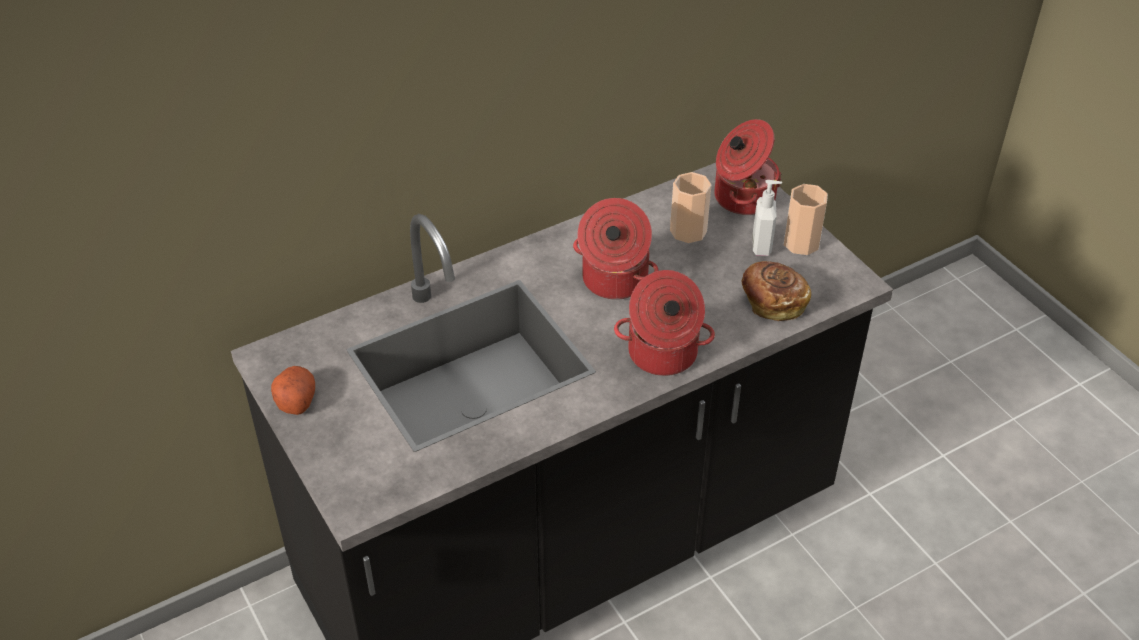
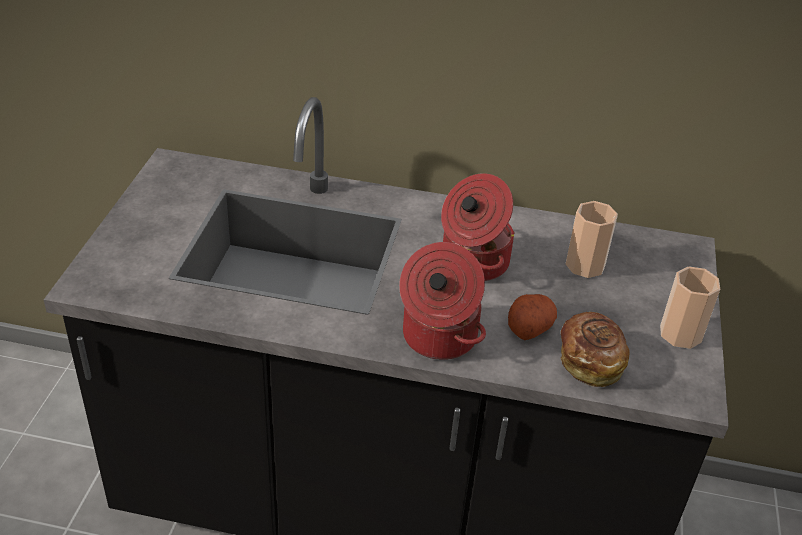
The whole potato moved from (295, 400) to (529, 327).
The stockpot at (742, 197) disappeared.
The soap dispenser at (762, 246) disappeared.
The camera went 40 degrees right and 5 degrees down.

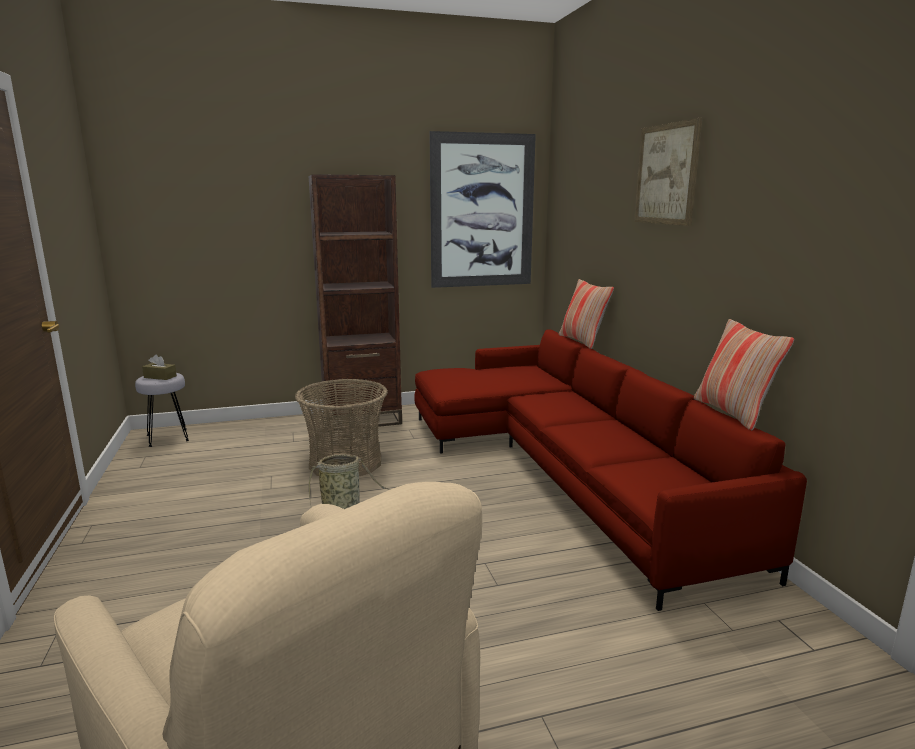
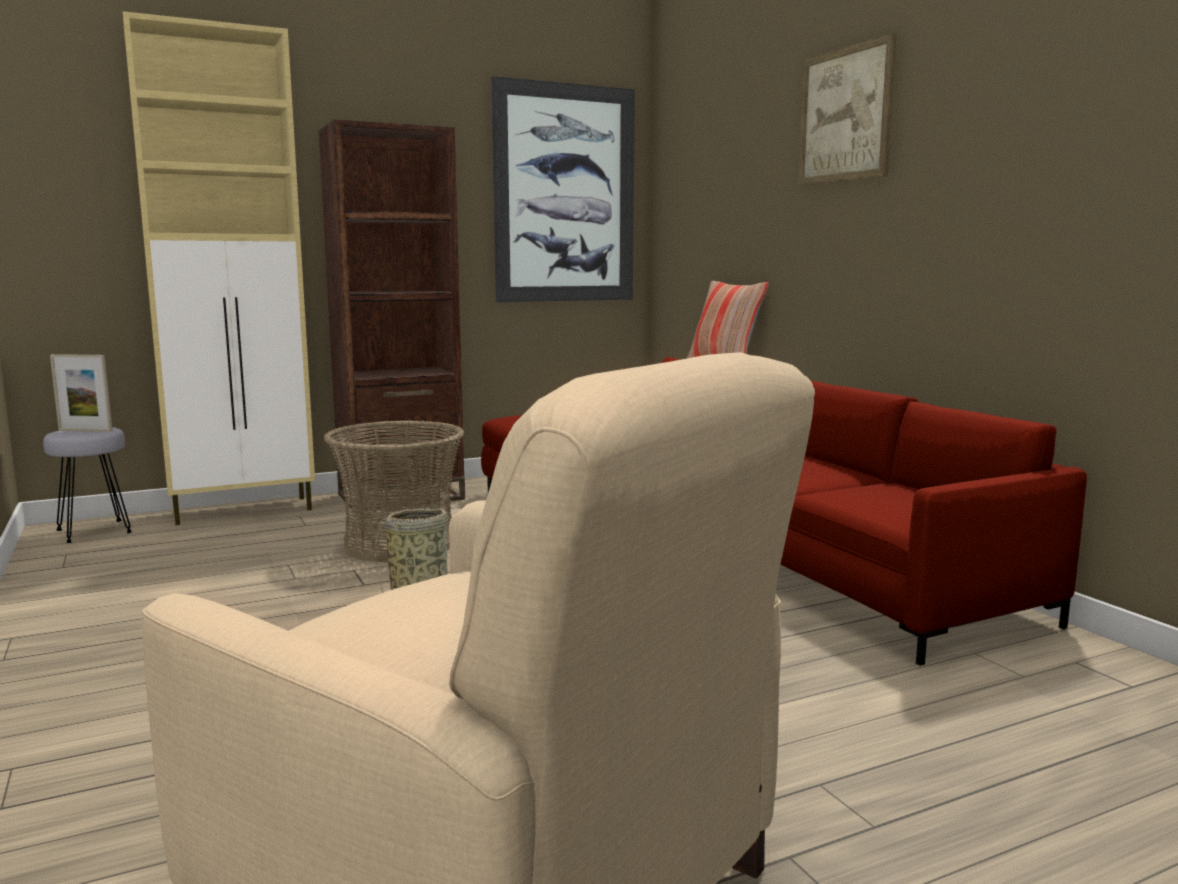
The brownish tissue holder at (160, 377) was replaced by the picture frame at (85, 431).
The beige-coloured cabinet at (245, 510) appeared.
The pillow at (733, 413) disappeared.
The camera went 10 degrees left and 5 degrees down.

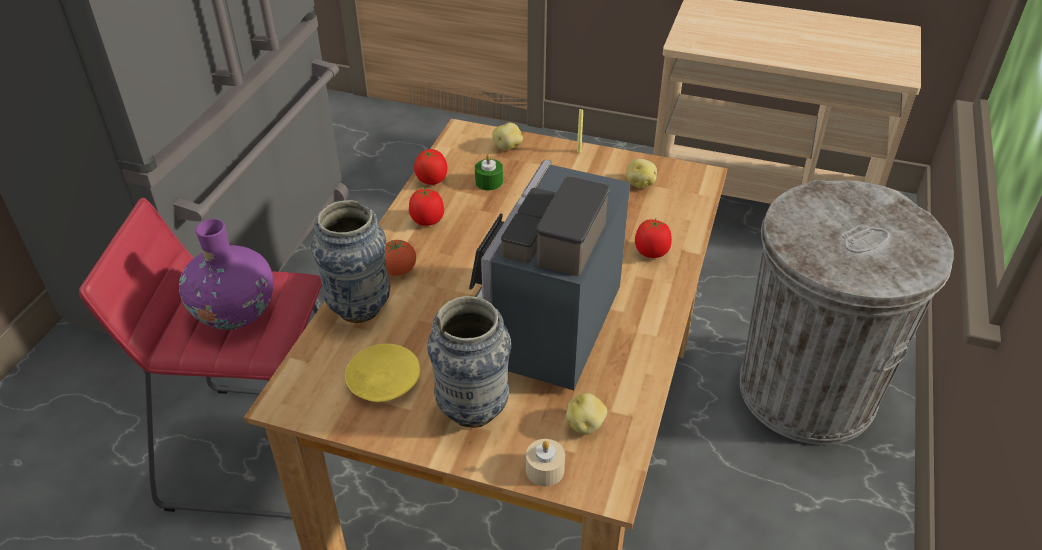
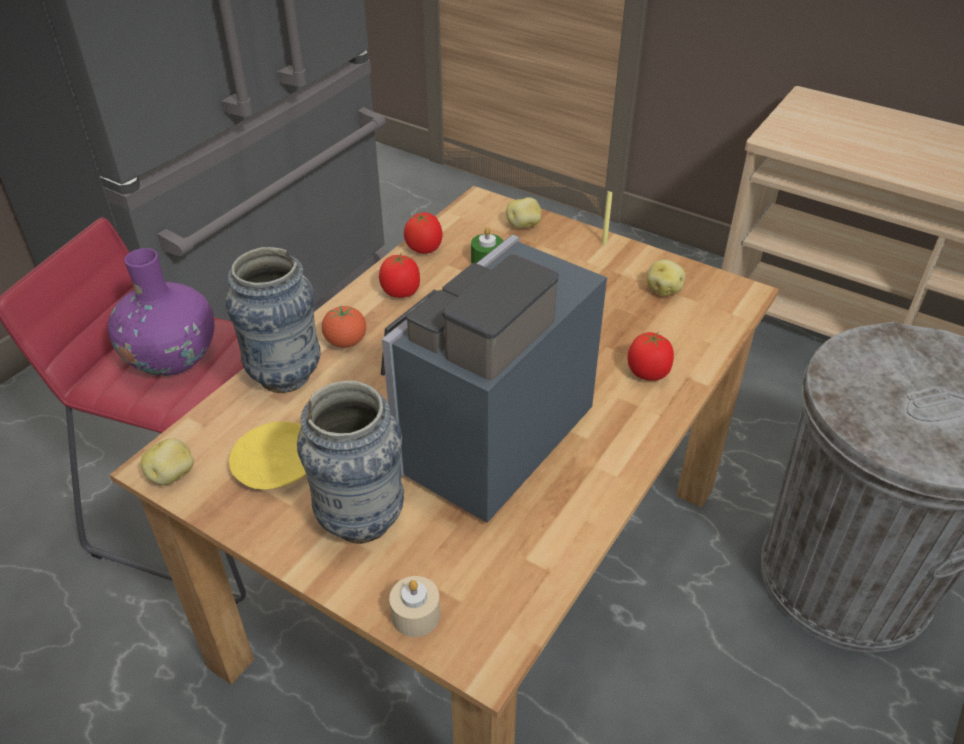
The whole potato moved from (585, 424) to (173, 475).
The camera went 15 degrees right and 0 degrees up.

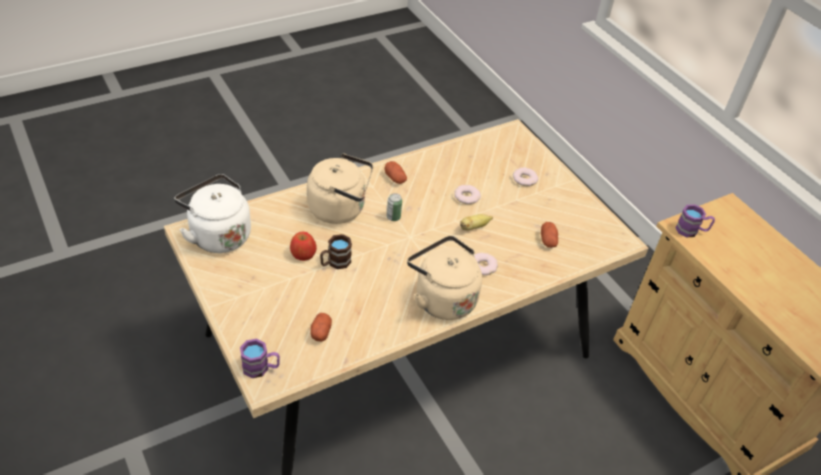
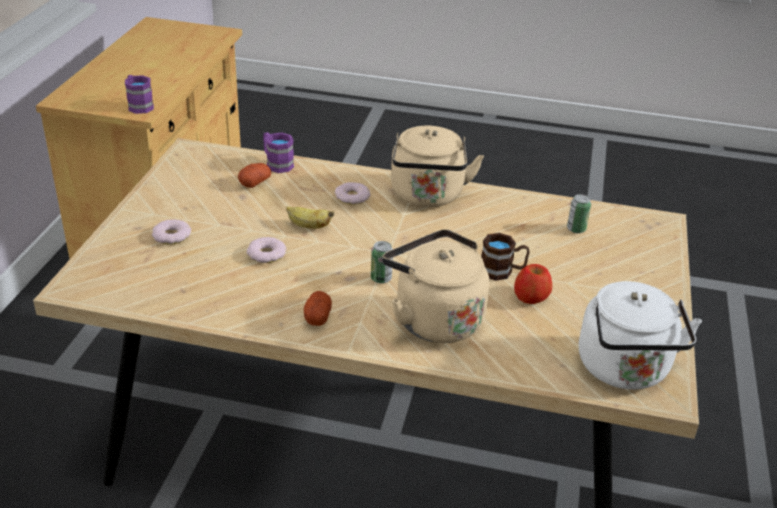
The purple coffee mug moved from (261, 368) to (276, 163).
The whole potato at (320, 332) was replaced by the metal can at (576, 229).
The camera went 135 degrees left and 10 degrees down.

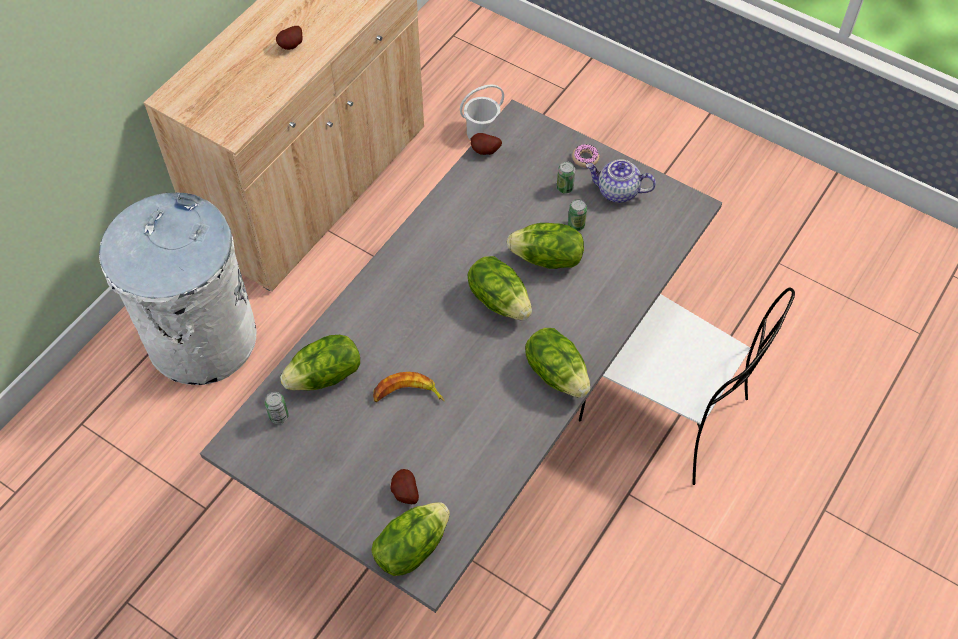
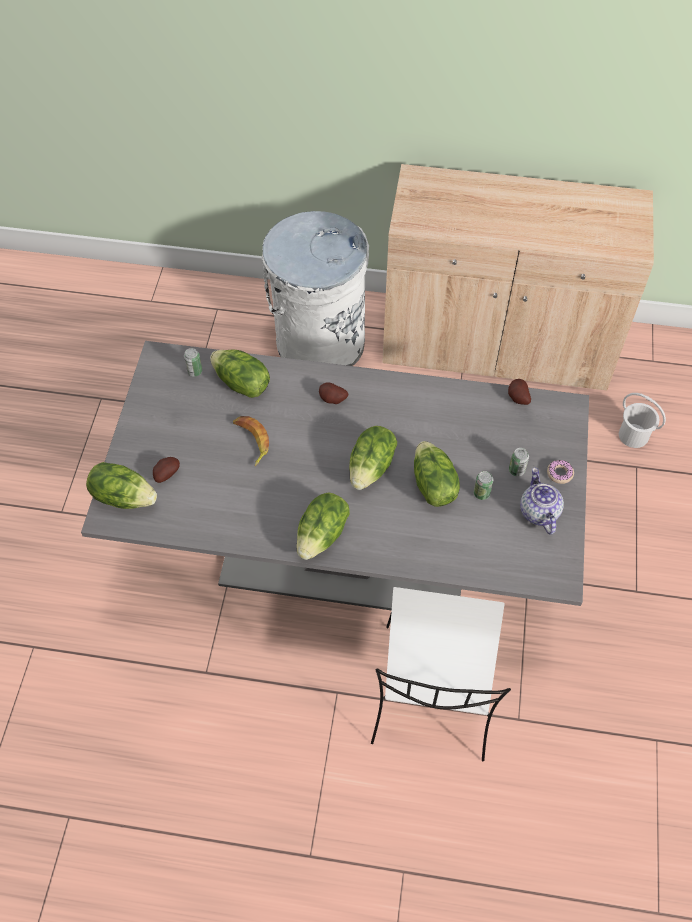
The whole potato moved from (292, 46) to (332, 400).
The camera went 65 degrees right and 0 degrees up.

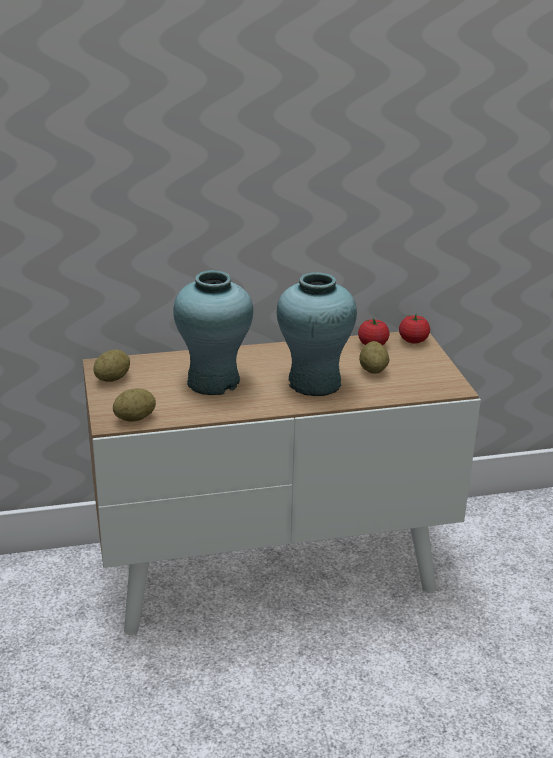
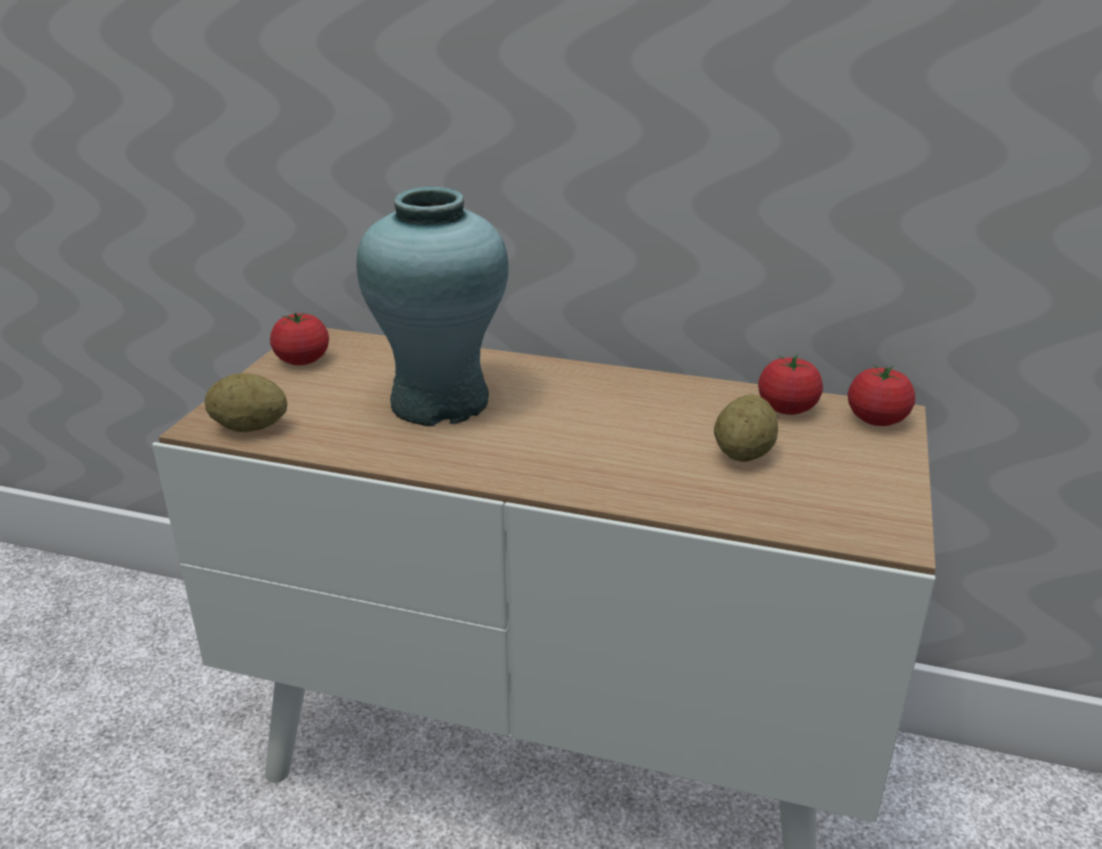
The whole potato at (112, 378) was replaced by the tomato at (302, 360).
The turquoise-coloured decorative vase at (314, 383) disappeared.
The camera went 30 degrees right and 0 degrees up.

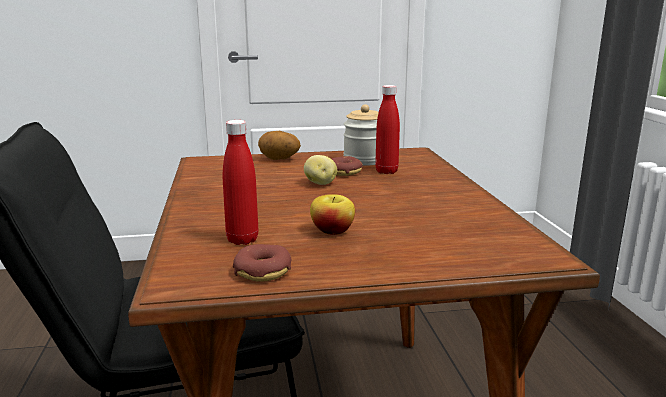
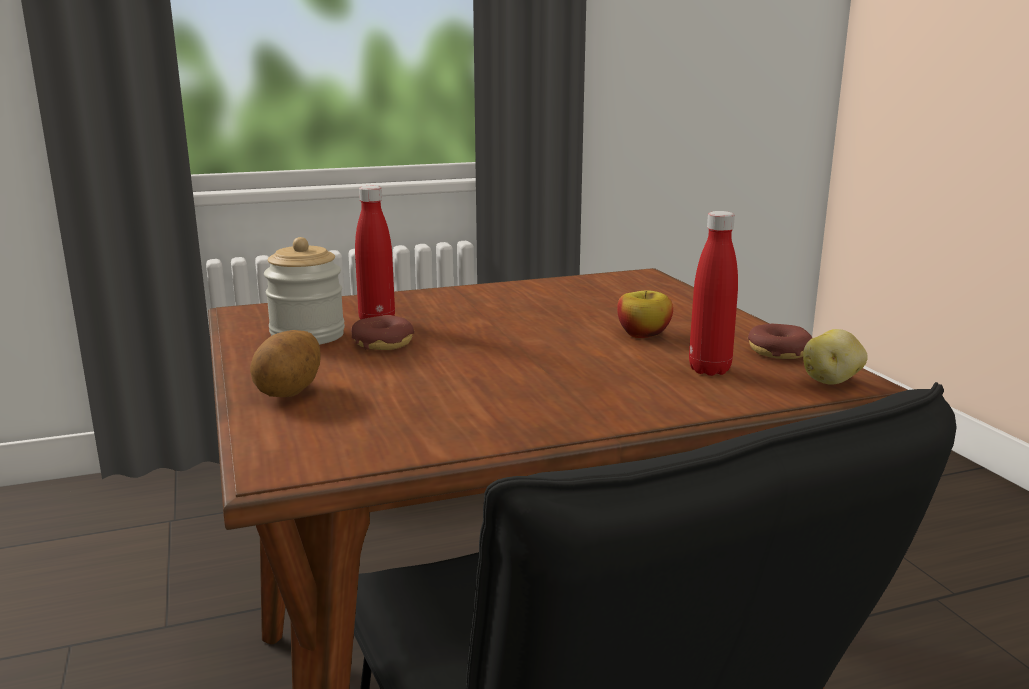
The whole potato moved from (320, 183) to (831, 381).
The camera went 100 degrees left and 0 degrees up.

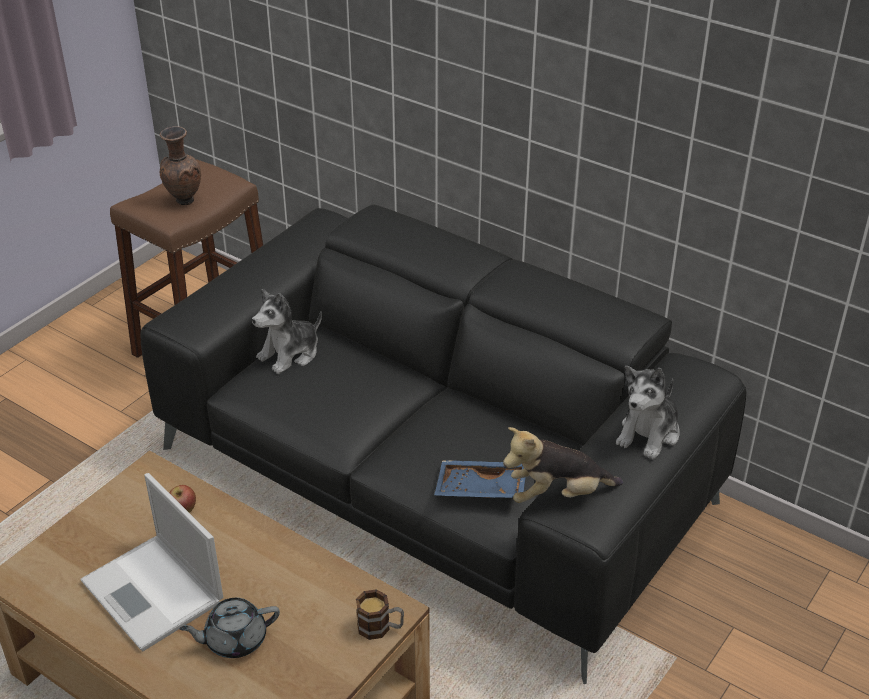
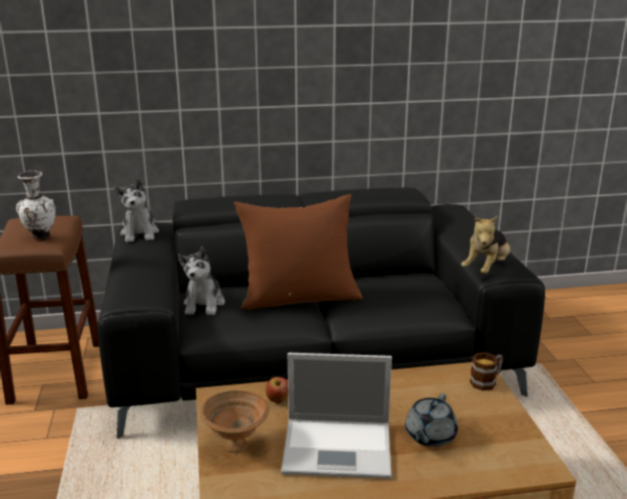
The brownish decorative vase at (183, 200) became the white-coloured decorative vase at (40, 237).
The plush toy moved from (649, 433) to (140, 233).
The brownish deep dish at (235, 444) appeared.
The brownish pillow at (299, 297) appeared.
The blue-coloured serving tray at (480, 489) disappeared.
The camera went 45 degrees left and 15 degrees down.

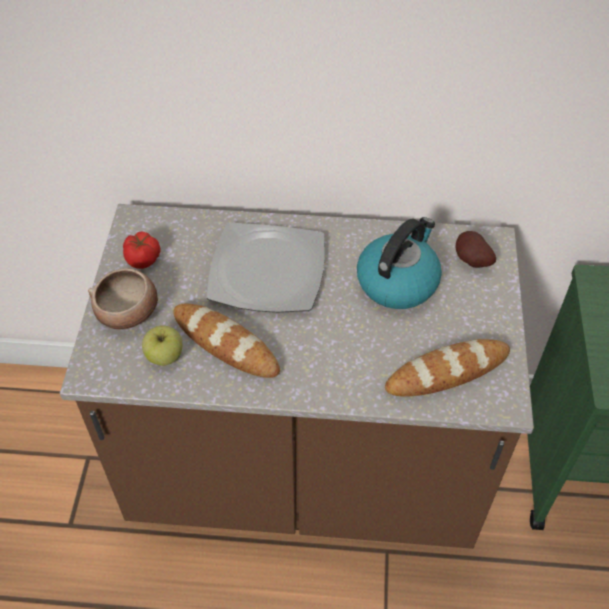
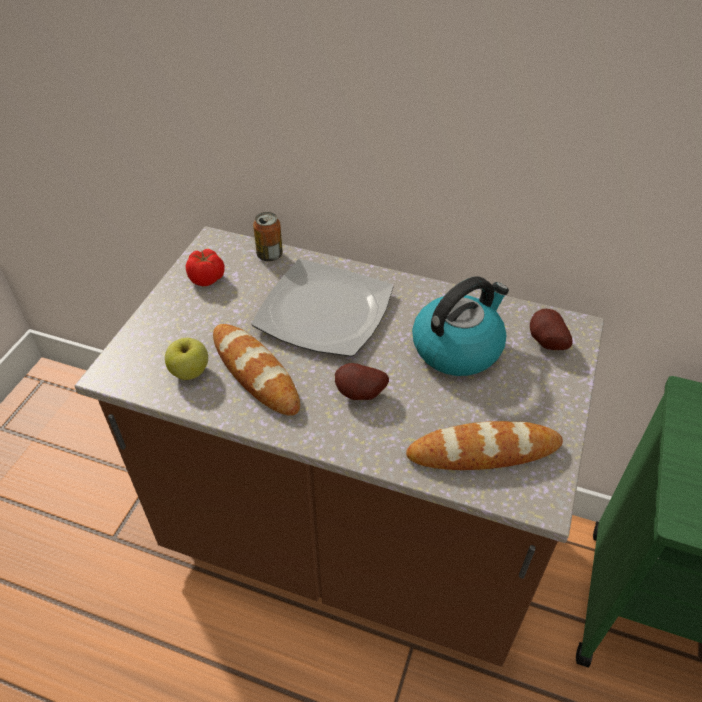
The metal can at (270, 255) appeared.
The whole potato at (360, 395) appeared.
The deep dish at (129, 313) disappeared.
The camera went 15 degrees right and 5 degrees down.

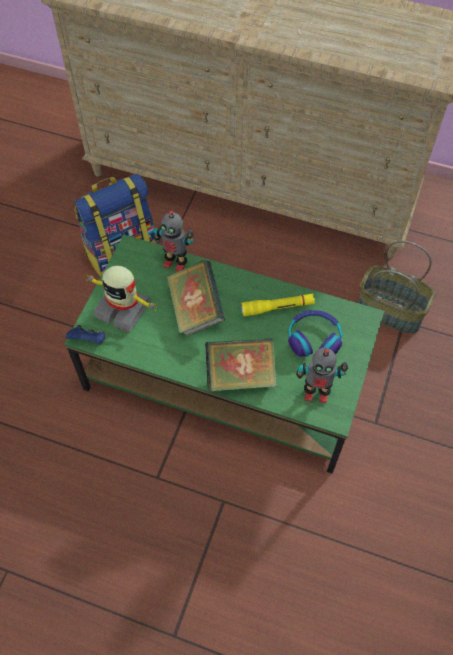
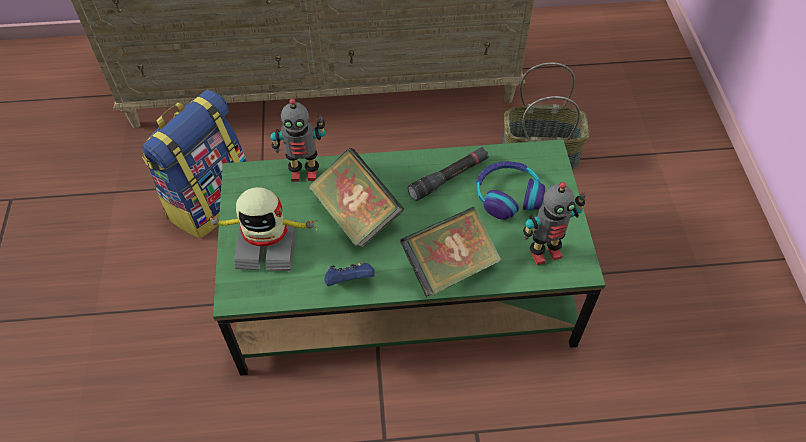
The blue-coloured gamepad moved from (89, 340) to (349, 281).
The yellow torch at (277, 307) became the black torch at (449, 178).
The camera went 25 degrees left and 5 degrees down.

